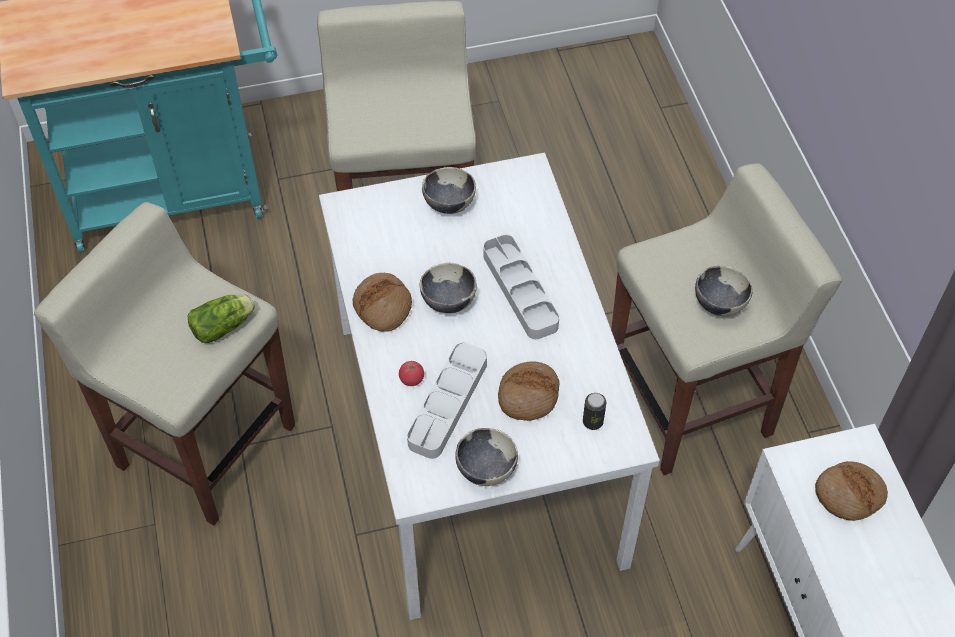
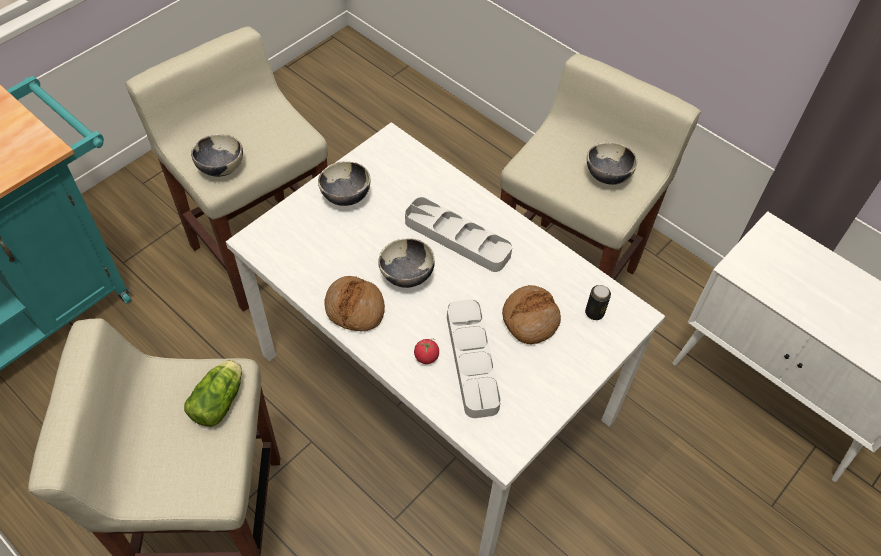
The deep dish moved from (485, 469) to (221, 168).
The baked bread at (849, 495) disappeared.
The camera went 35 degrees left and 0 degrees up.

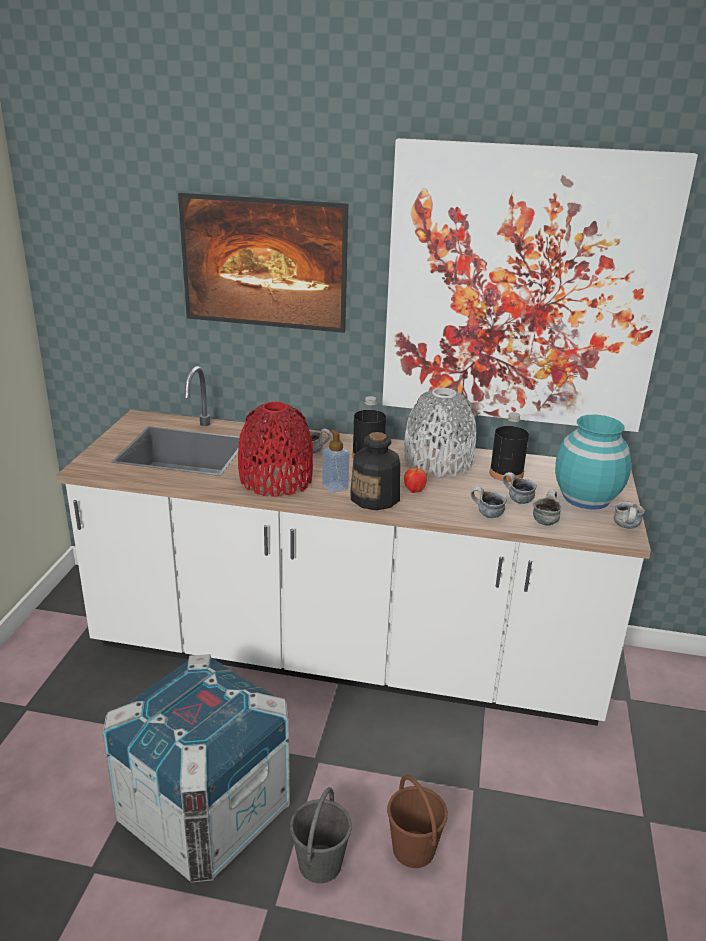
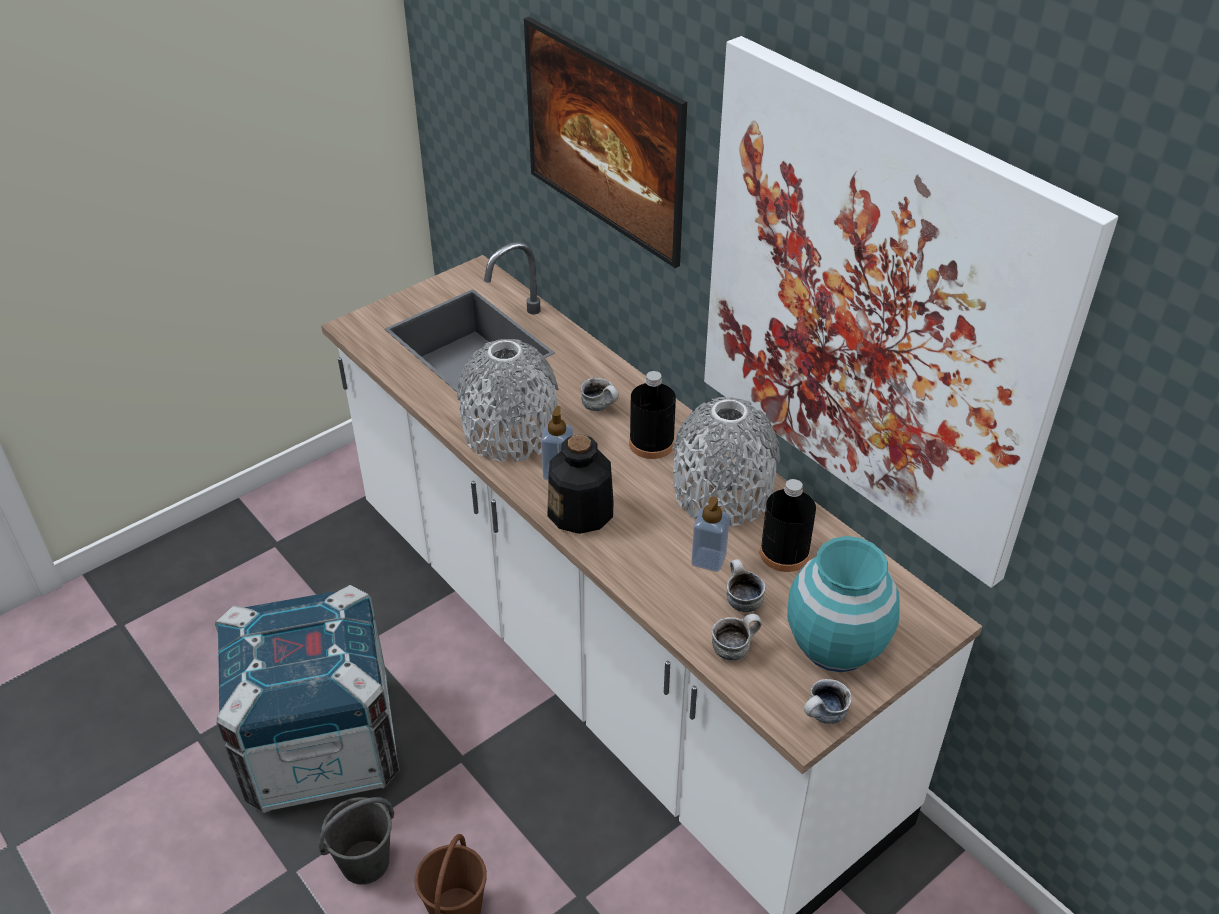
The red decorative vase at (276, 480) became the greyish decorative vase at (510, 432).
The soap dispenser at (708, 559) appeared.
The apple fruit at (414, 491) disappeared.
The coffee mug at (486, 514) disappeared.
The camera went 40 degrees right and 15 degrees up.

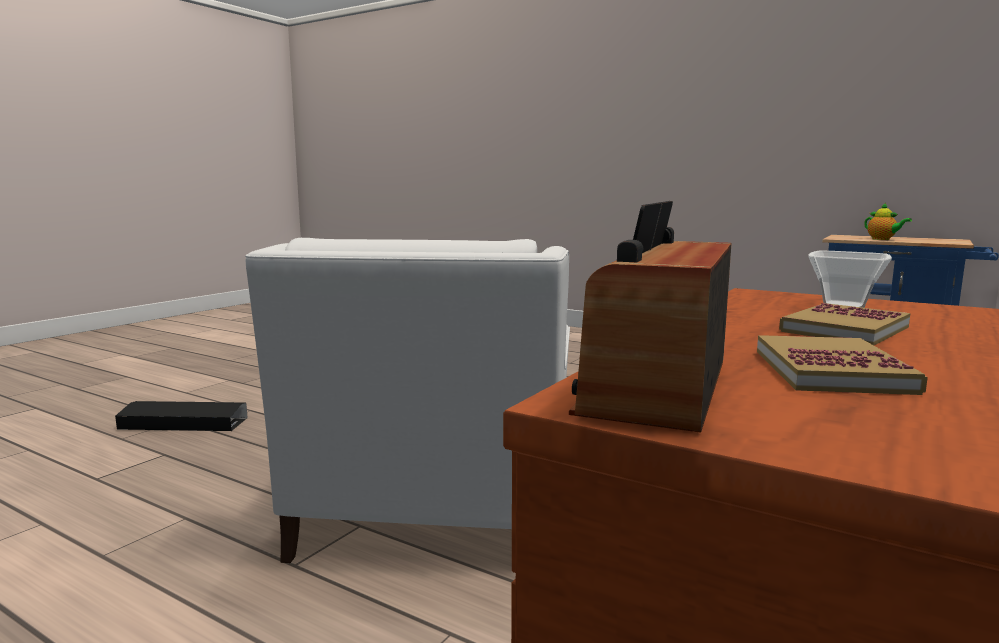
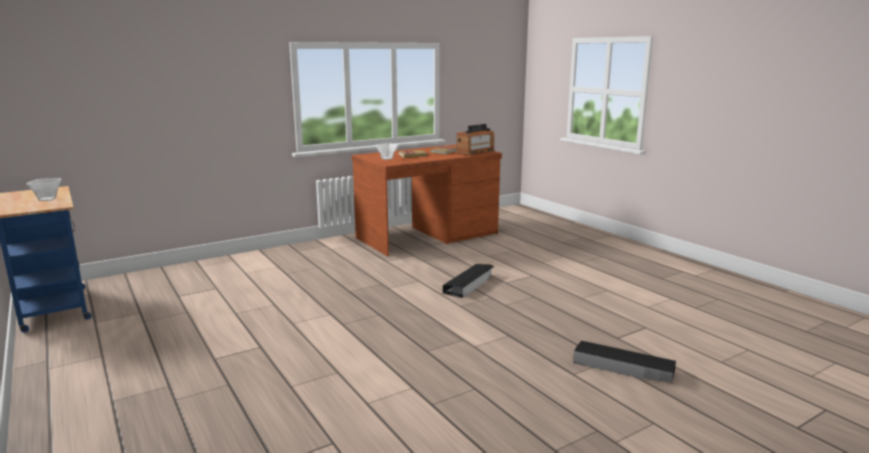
The pot for tea at (883, 239) was replaced by the deep dish at (47, 199).
The white-coloured armchair at (438, 504) was replaced by the black storage bin at (469, 284).
The camera went 155 degrees left and 5 degrees up.

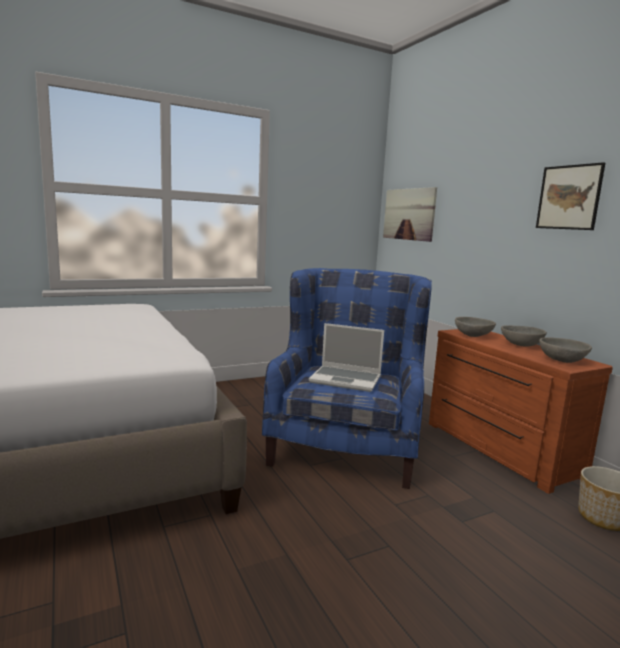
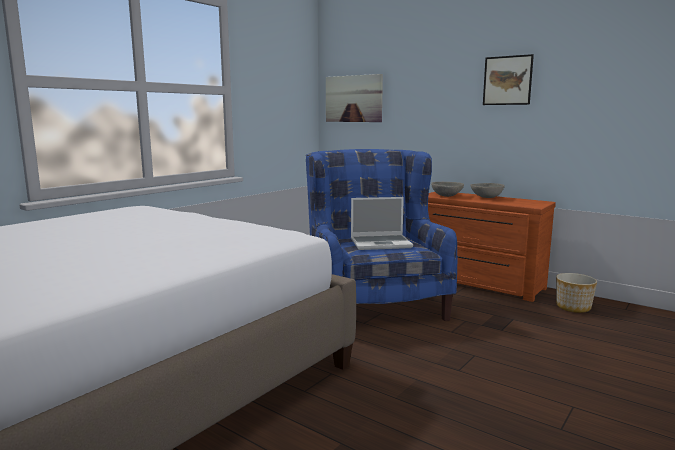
The greyish deep dish at (562, 360) disappeared.
The camera went 25 degrees left and 0 degrees up.

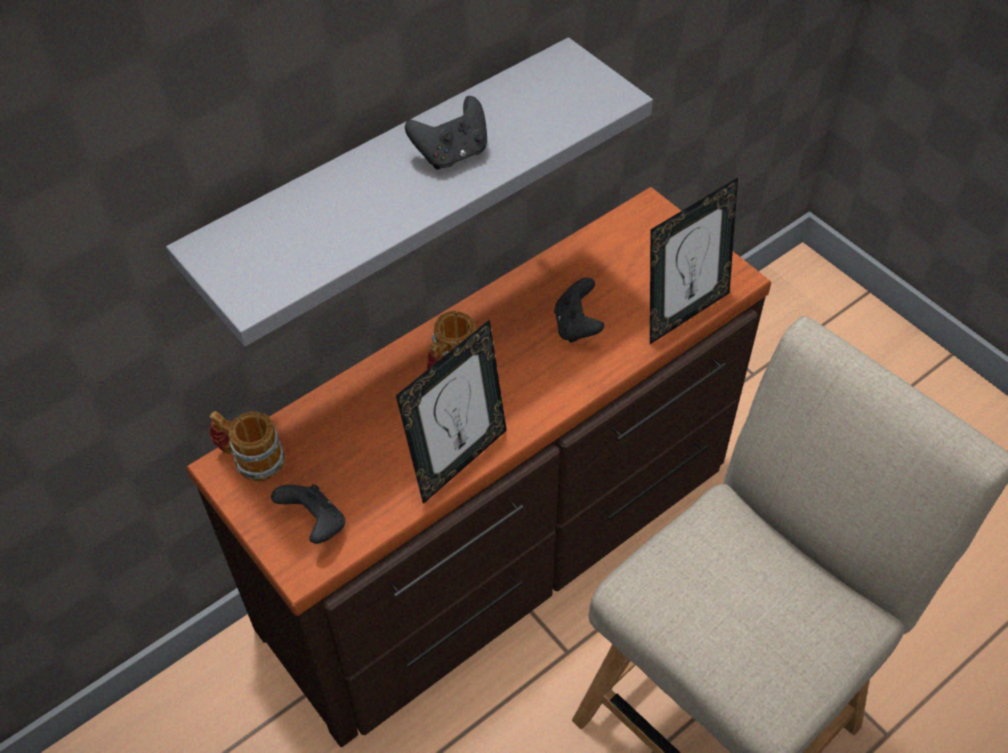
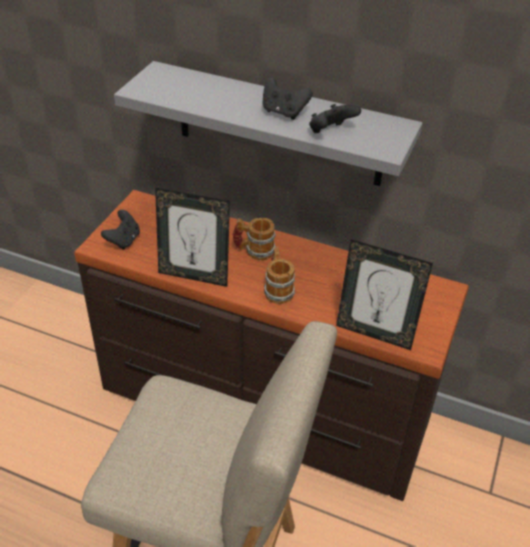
The coffee mug moved from (250, 459) to (277, 289).
The black gamepad moved from (577, 326) to (330, 132).
The camera went 60 degrees right and 10 degrees down.

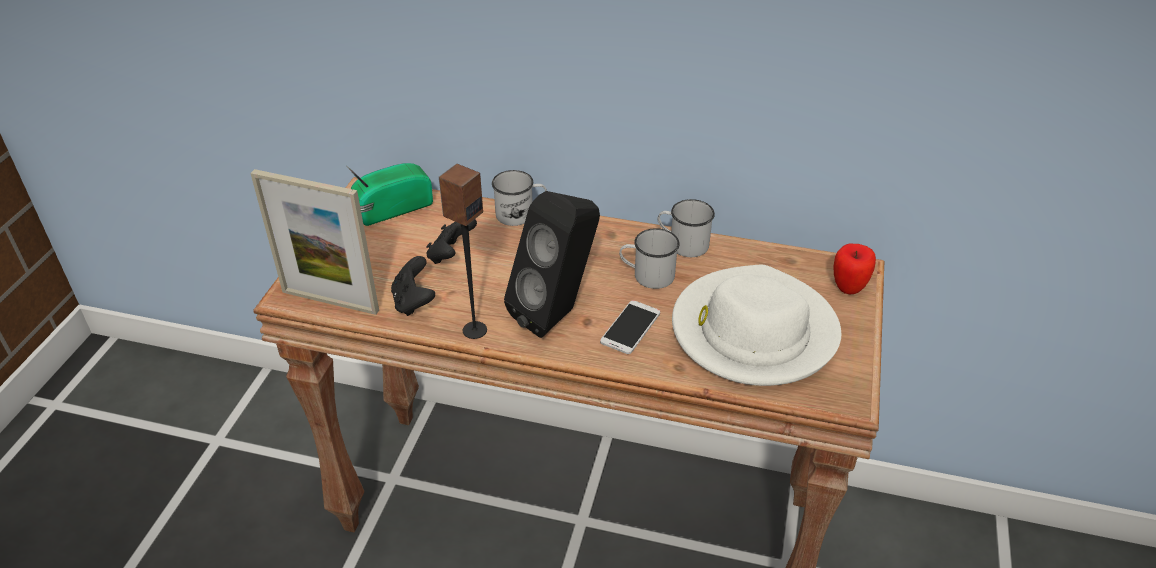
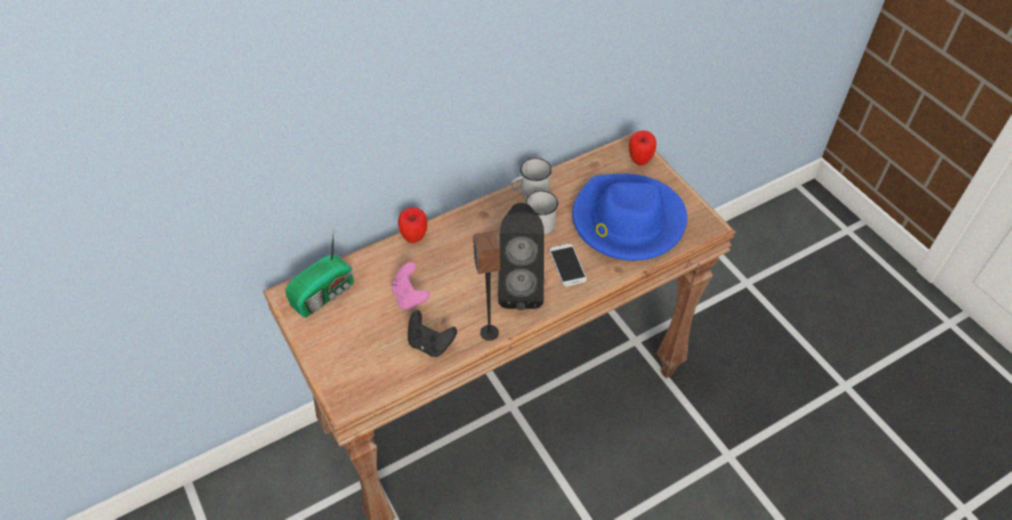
The radio set at (391, 208) turned 150 degrees counterclockwise.
The black gamepad at (451, 255) became the pink-coloured gamepad at (410, 297).
The white-coloured coffee mug at (520, 214) was replaced by the apple fruit at (414, 238).
The white-coloured clothing hat at (752, 332) became the blue-coloured clothing hat at (627, 221).
The picture frame at (330, 301) disappeared.
The camera went 45 degrees left and 10 degrees up.

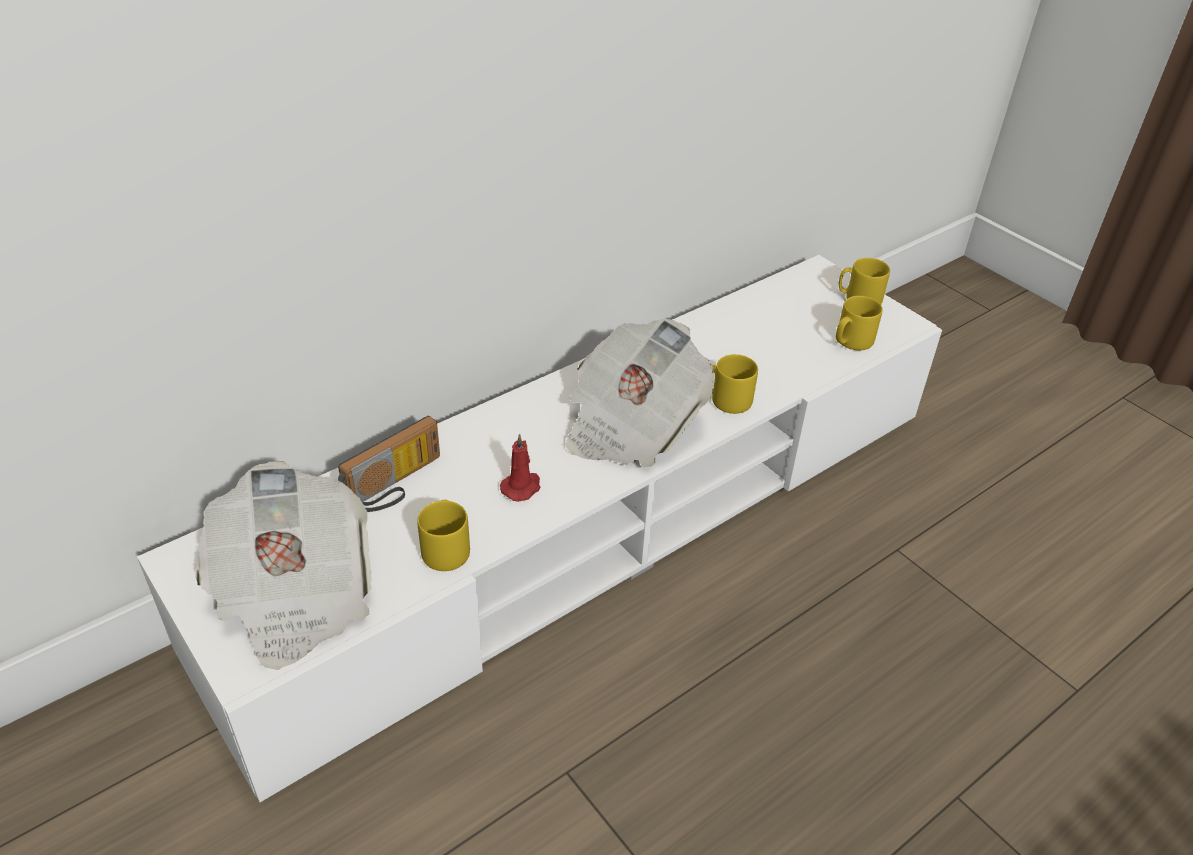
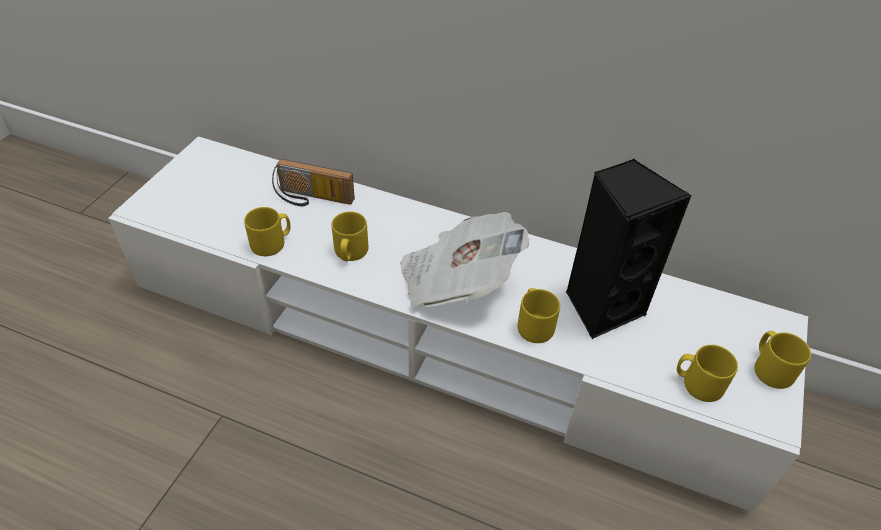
The red wax candle at (522, 487) was replaced by the yellow coffee mug at (350, 253).
The black audio speaker at (602, 306) appeared.
The printed paper at (294, 594) disappeared.
The camera went 60 degrees right and 5 degrees up.

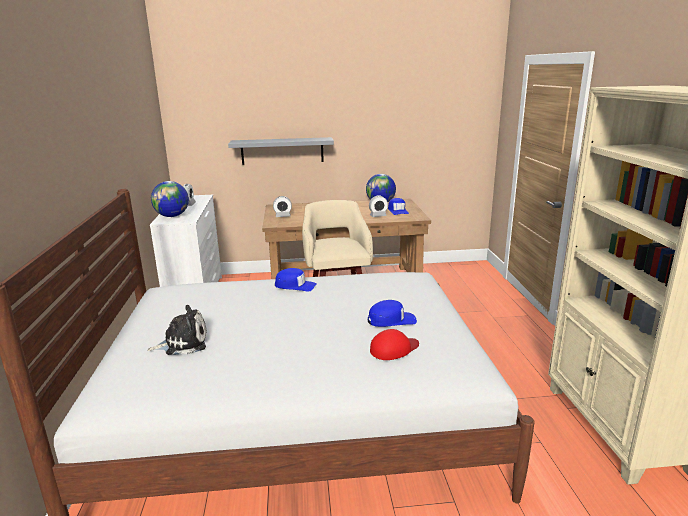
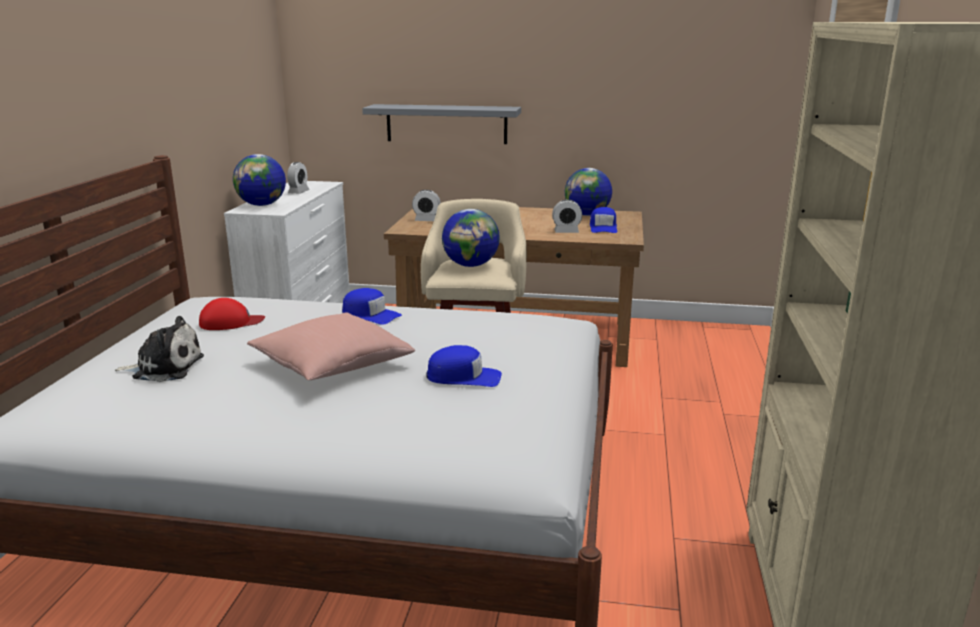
The red peaked cap moved from (394, 349) to (231, 322).
The pink-coloured pillow at (331, 366) appeared.
The globe at (471, 265) appeared.
The camera went 15 degrees right and 0 degrees up.

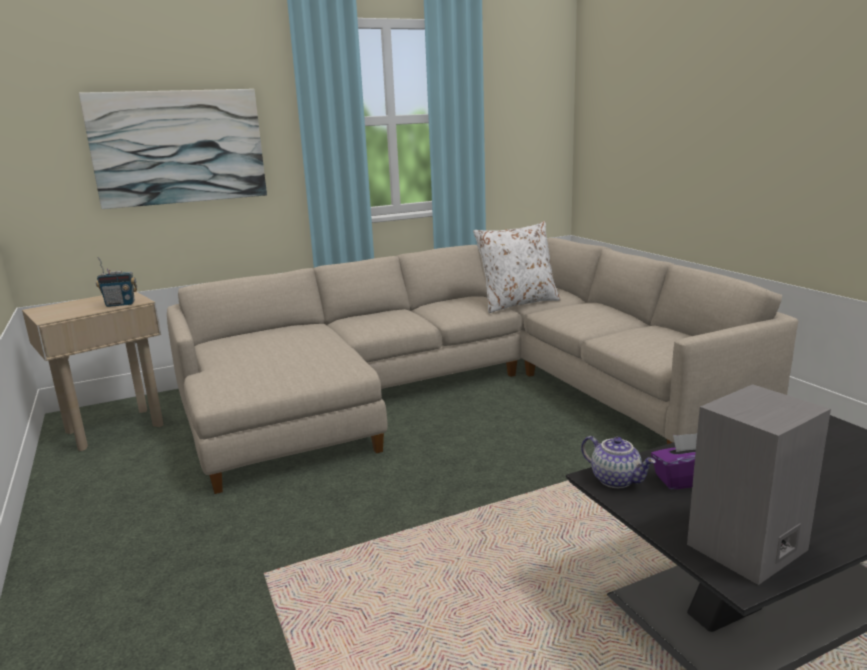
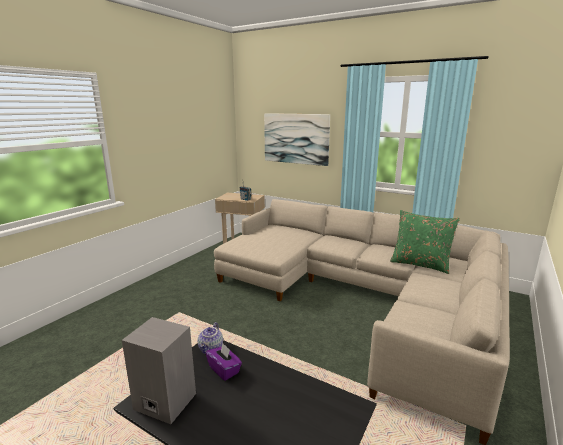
The white-coloured pillow at (517, 303) became the green pillow at (420, 264).
The camera went 55 degrees right and 0 degrees up.

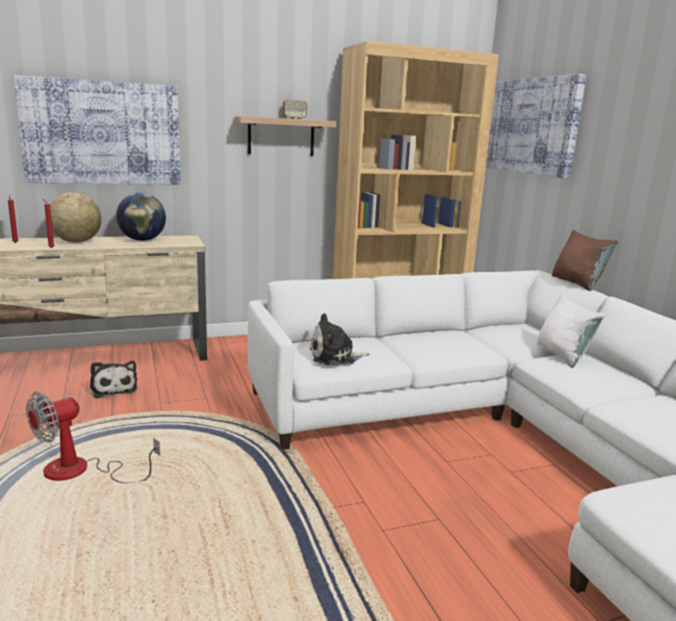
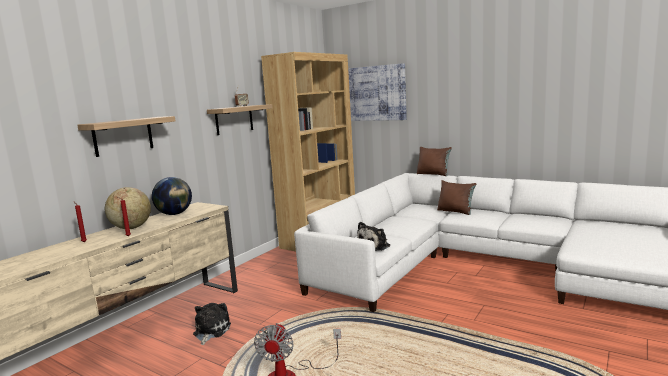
The wall art at (102, 133) was replaced by the wall shelf at (123, 136).
The plush toy at (113, 388) turned 105 degrees counterclockwise.
The white-coloured pillow at (562, 356) became the brownish pillow at (456, 211).
The camera went 35 degrees left and 5 degrees down.

